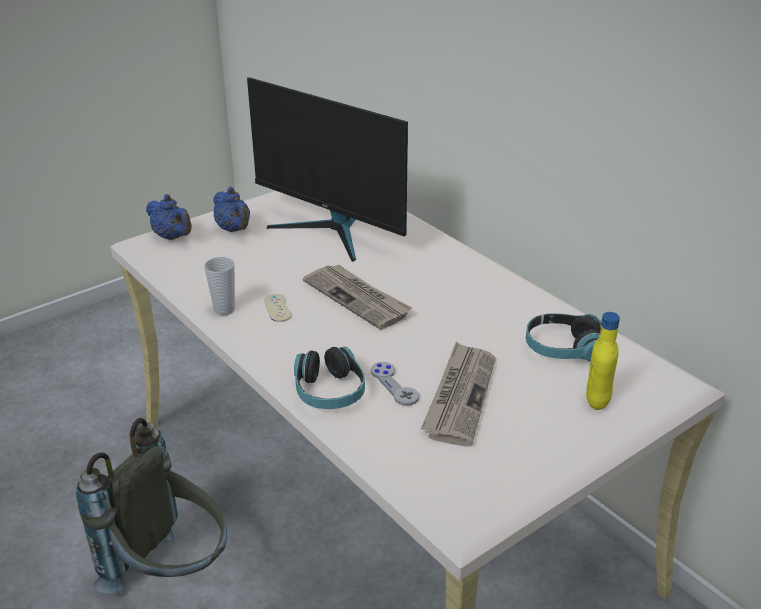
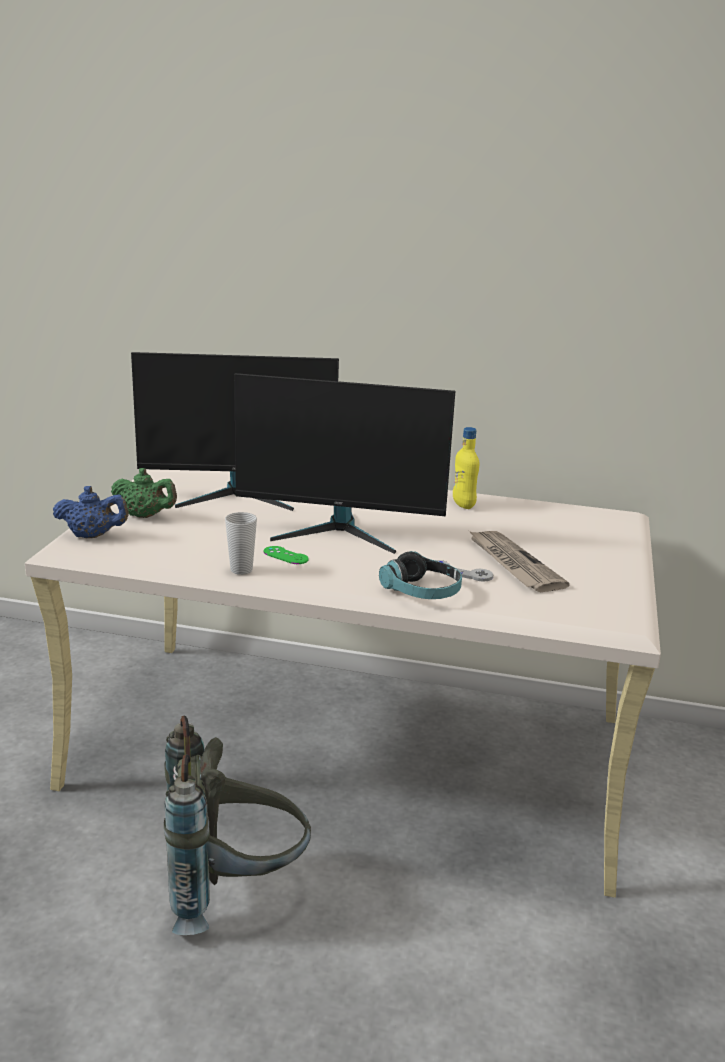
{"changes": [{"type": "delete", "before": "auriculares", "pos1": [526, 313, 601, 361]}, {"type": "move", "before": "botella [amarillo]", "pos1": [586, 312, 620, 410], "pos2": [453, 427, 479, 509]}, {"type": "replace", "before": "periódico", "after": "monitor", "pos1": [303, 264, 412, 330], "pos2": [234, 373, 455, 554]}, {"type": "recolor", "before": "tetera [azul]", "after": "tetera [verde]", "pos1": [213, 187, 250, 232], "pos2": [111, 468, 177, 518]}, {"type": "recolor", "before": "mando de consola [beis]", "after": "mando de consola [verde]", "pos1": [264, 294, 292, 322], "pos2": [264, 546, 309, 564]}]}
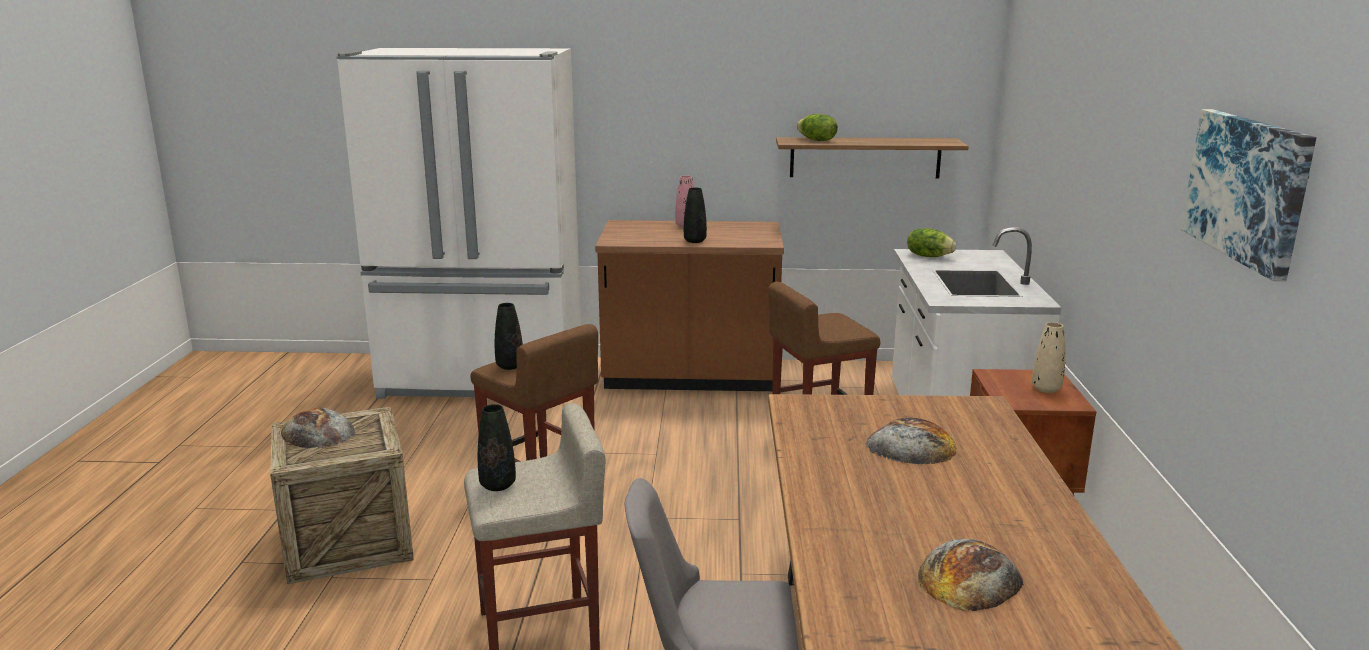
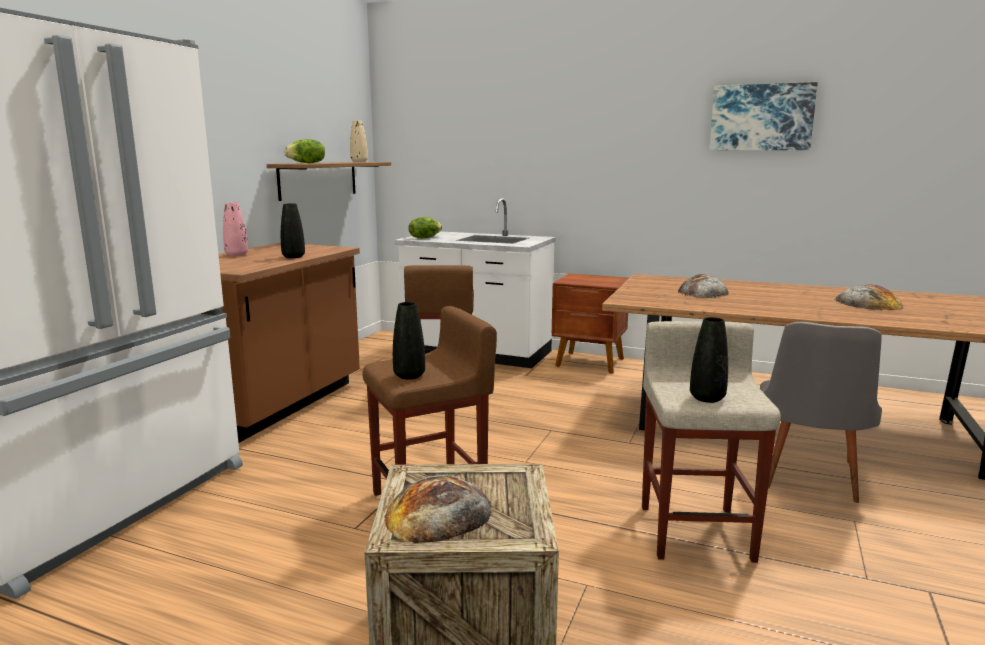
{"changes": [{"type": "move", "before": "florero [beis]", "pos1": [1032, 322, 1065, 393], "pos2": [350, 120, 368, 162]}]}
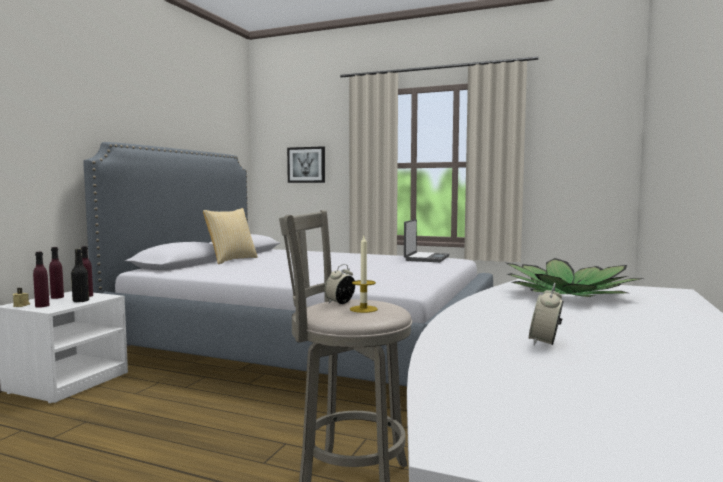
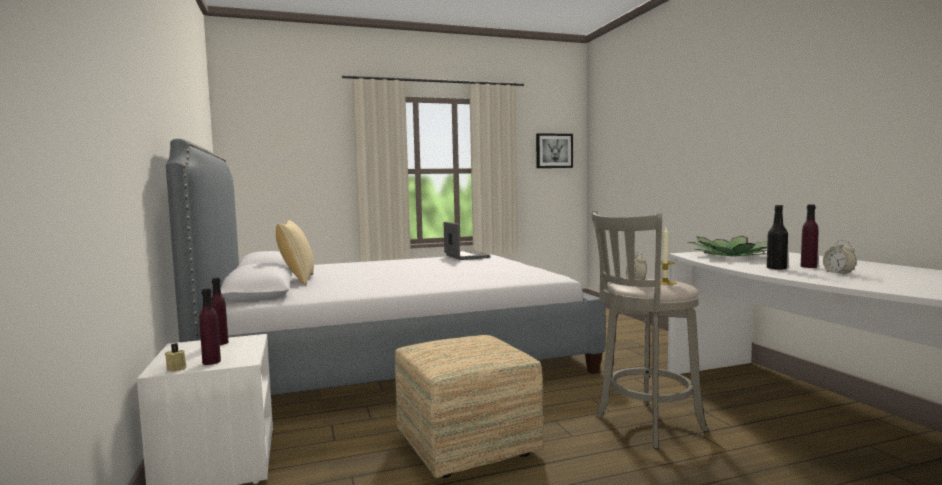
{"changes": [{"type": "insert", "after": "puf", "pos2": [395, 335, 543, 478]}, {"type": "move", "before": "botella [morado]", "pos1": [49, 247, 64, 299], "pos2": [800, 204, 818, 268]}, {"type": "move", "before": "botella [negro]", "pos1": [71, 249, 89, 302], "pos2": [767, 205, 788, 270]}, {"type": "move", "before": "cuadro", "pos1": [287, 146, 325, 183], "pos2": [536, 133, 573, 168]}]}
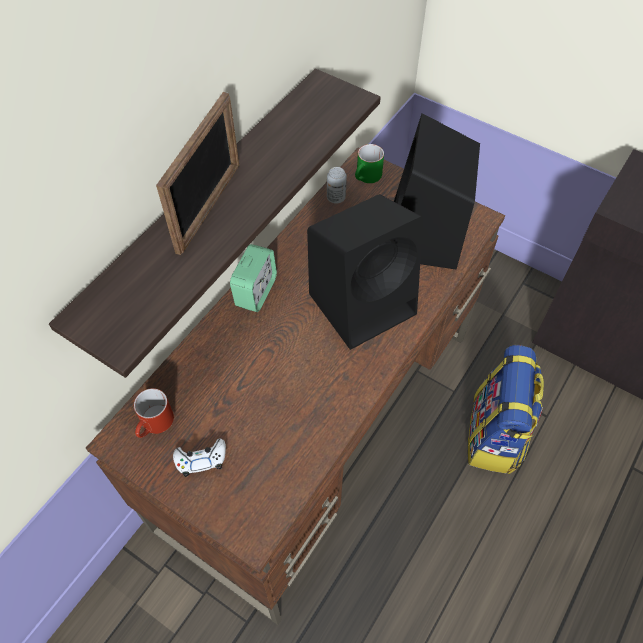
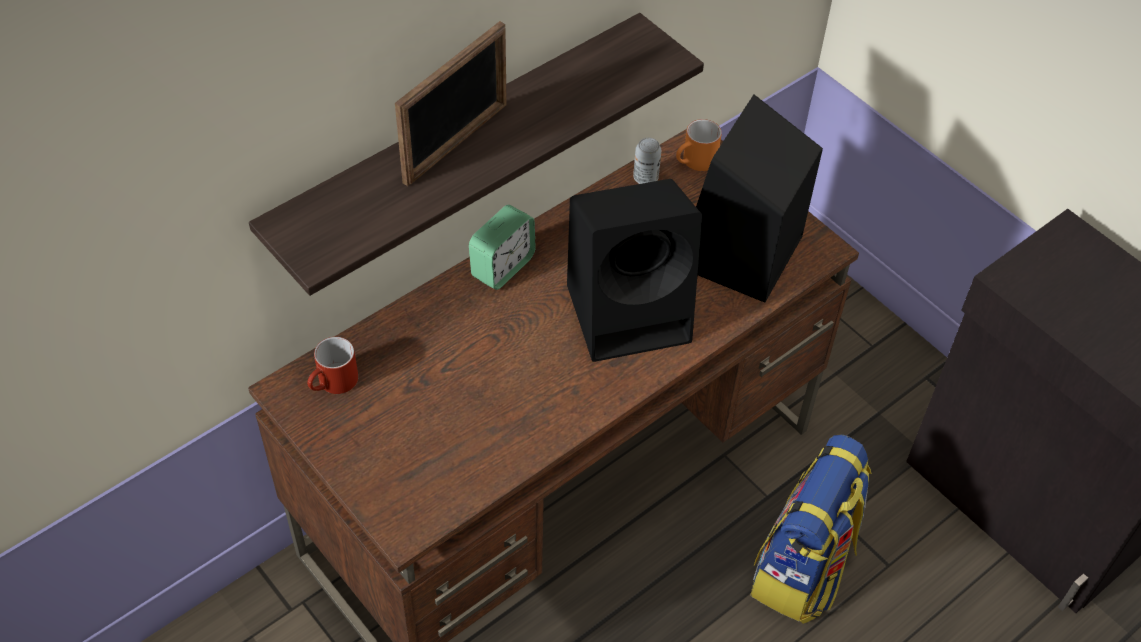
{"changes": [{"type": "delete", "before": "mando de consola [blanco]", "pos1": [173, 439, 226, 477]}, {"type": "recolor", "before": "taza grande [verde]", "after": "taza grande [naranja]", "pos1": [355, 144, 384, 183], "pos2": [676, 119, 722, 171]}]}
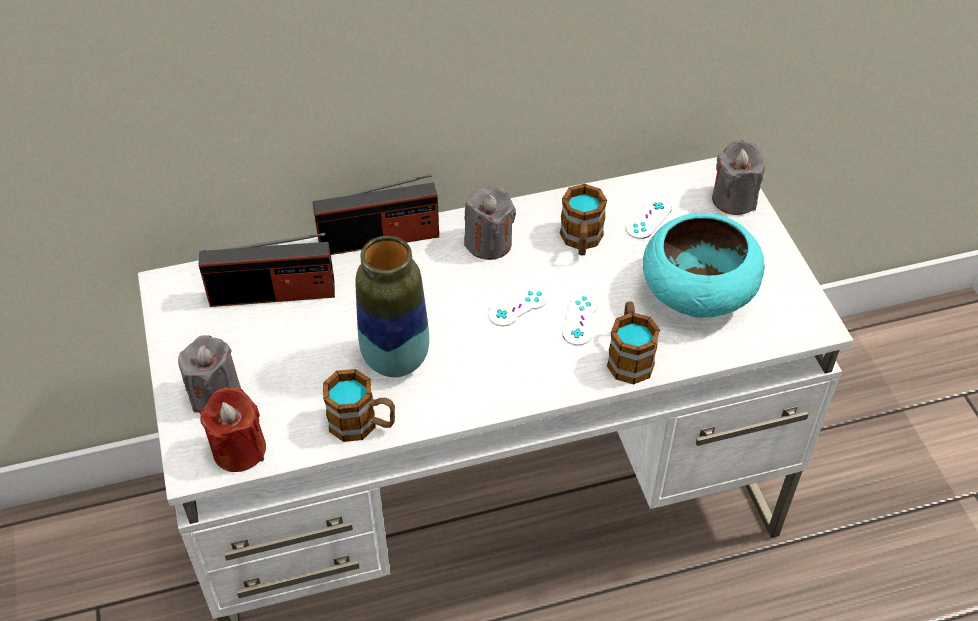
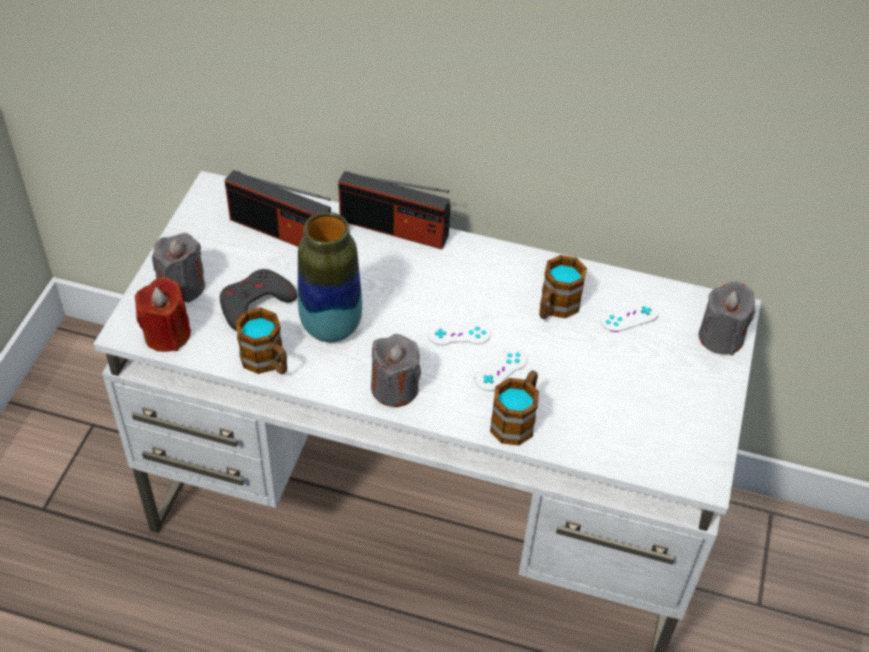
{"changes": [{"type": "delete", "before": "cuenco [turquesa]", "pos1": [643, 213, 765, 318]}, {"type": "insert", "after": "mando de consola [gris]", "pos2": [220, 269, 297, 331]}, {"type": "move", "before": "vela [gris]", "pos1": [464, 187, 516, 260], "pos2": [371, 334, 421, 407]}]}
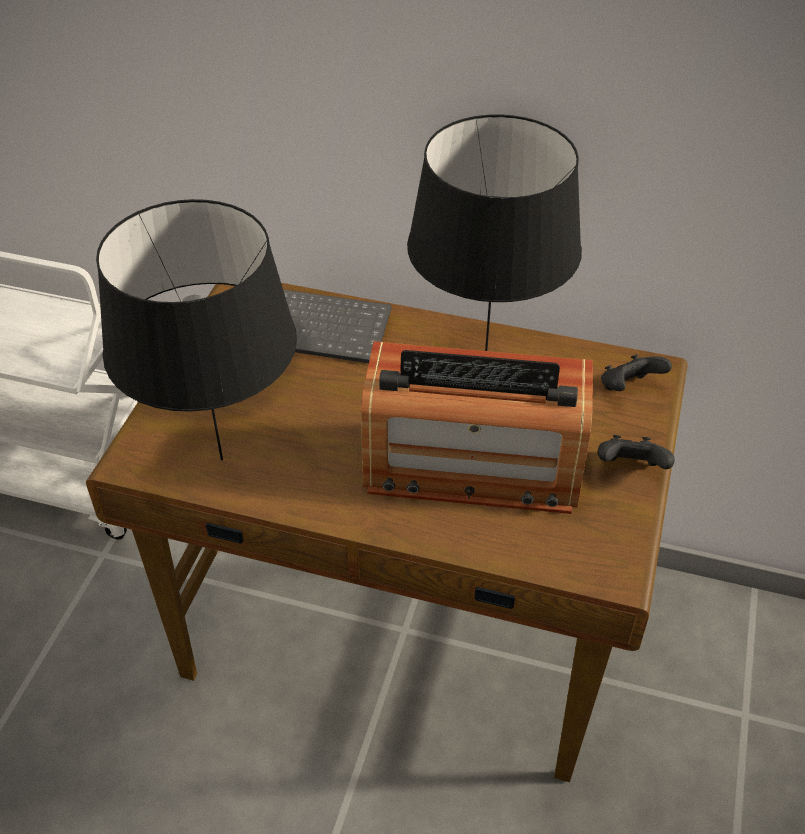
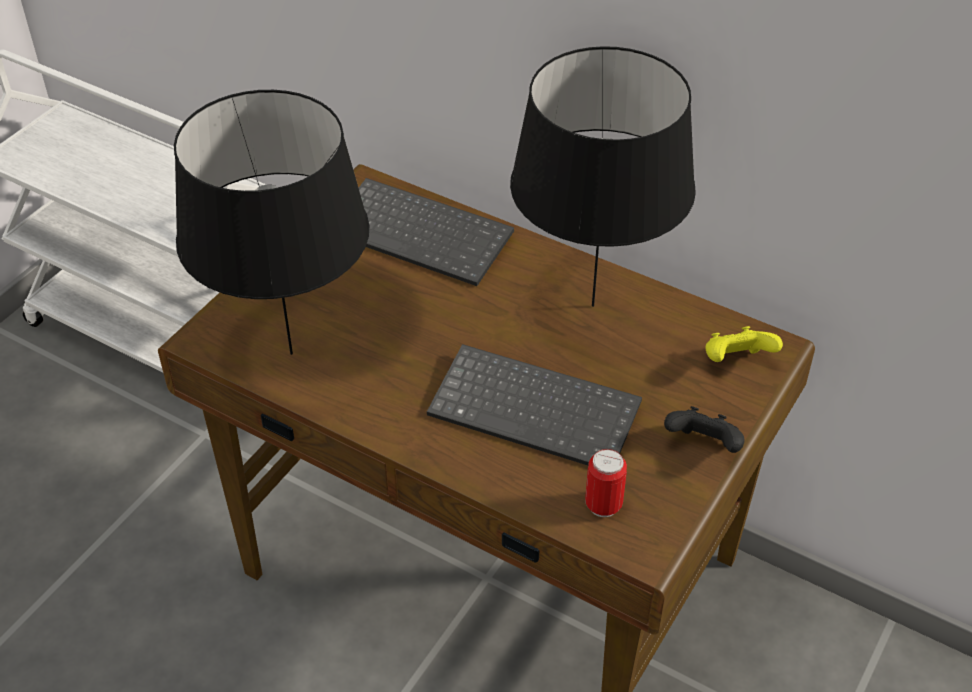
{"changes": [{"type": "insert", "after": "lata", "pos2": [585, 449, 627, 517]}, {"type": "replace", "before": "radio", "after": "teclado", "pos1": [361, 341, 593, 514], "pos2": [427, 344, 642, 465]}, {"type": "recolor", "before": "mando de consola [negro]", "after": "mando de consola [amarillo]", "pos1": [601, 354, 672, 391], "pos2": [706, 326, 783, 362]}]}
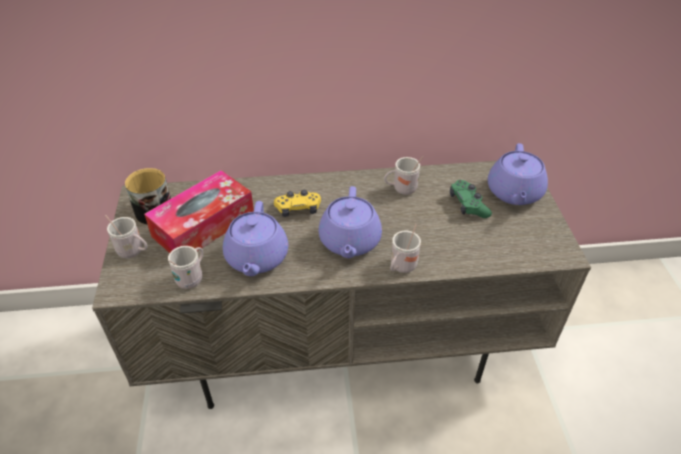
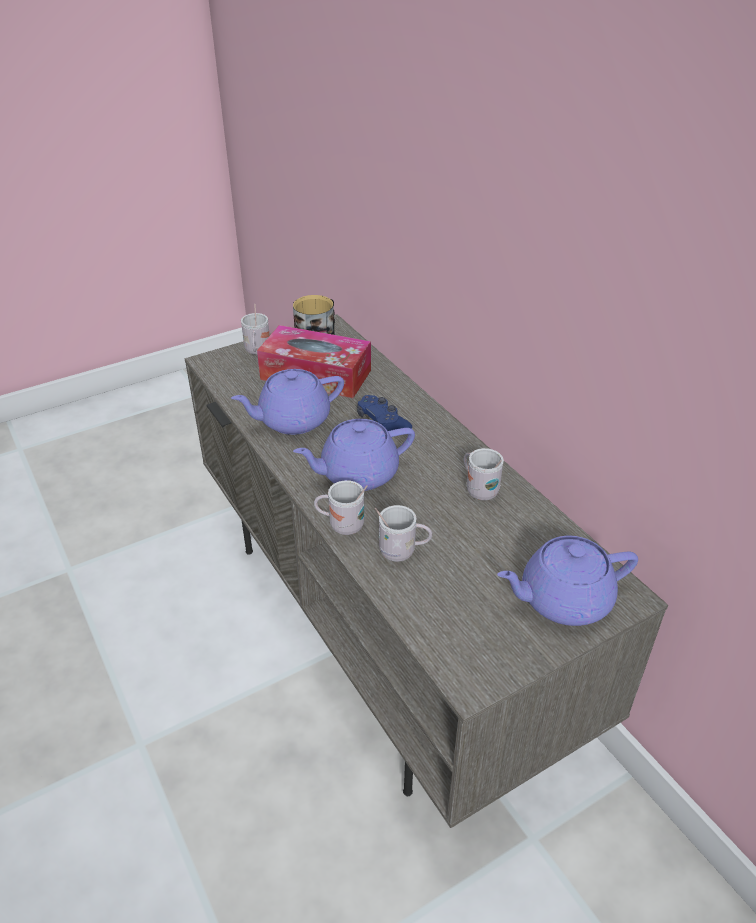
{"changes": [{"type": "delete", "before": "mando de consola [verde]", "pos1": [450, 180, 492, 218]}, {"type": "move", "before": "taza grande [blanco]", "pos1": [168, 246, 203, 289], "pos2": [375, 505, 432, 562]}, {"type": "recolor", "before": "mando de consola [amarillo]", "after": "mando de consola [azul]", "pos1": [274, 190, 321, 217], "pos2": [357, 395, 412, 431]}]}
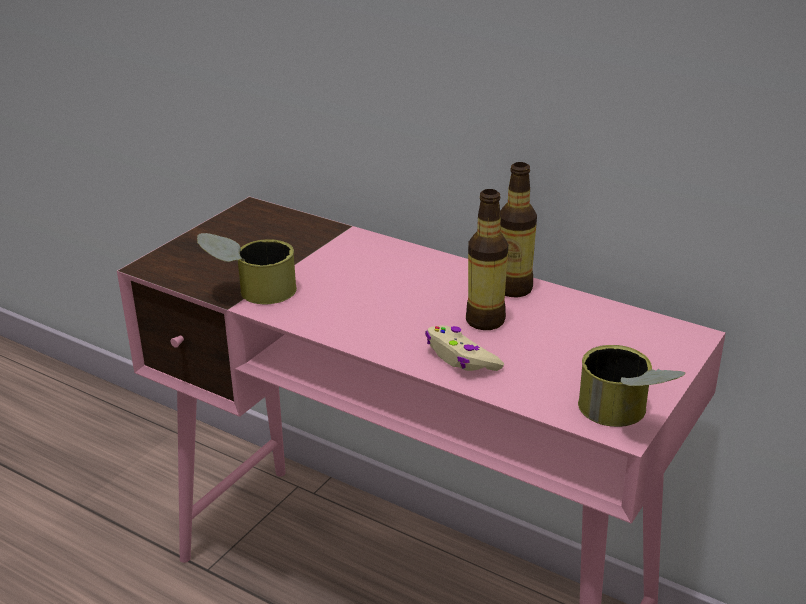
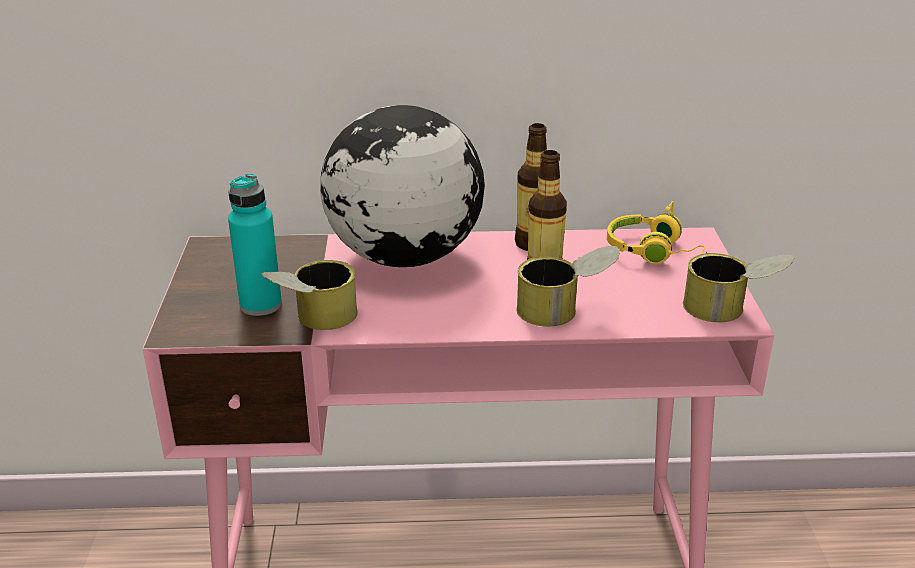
{"changes": [{"type": "insert", "after": "botella [turquesa]", "pos2": [228, 174, 282, 316]}, {"type": "insert", "after": "globo terráqueo", "pos2": [320, 105, 485, 267]}, {"type": "insert", "after": "auriculares [amarillo]", "pos2": [607, 201, 707, 264]}, {"type": "replace", "before": "mando de consola [beis]", "after": "lata", "pos1": [425, 325, 504, 371], "pos2": [516, 246, 620, 327]}]}
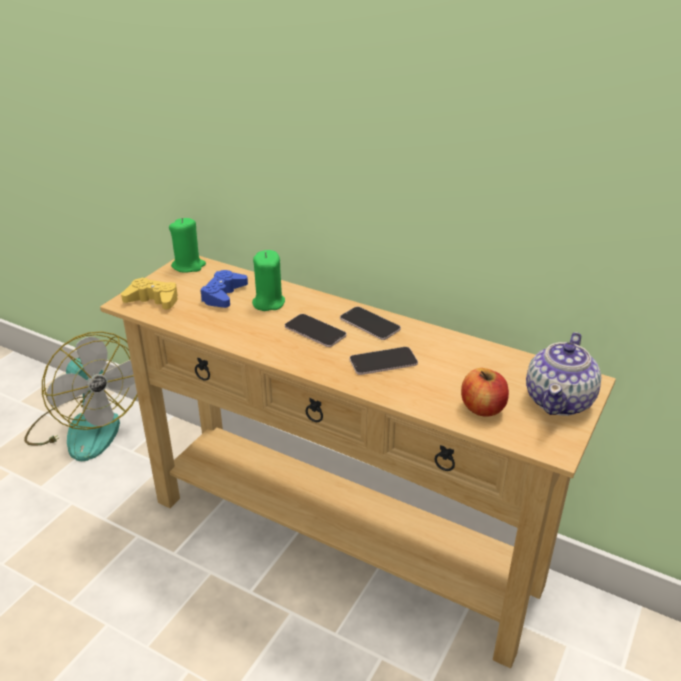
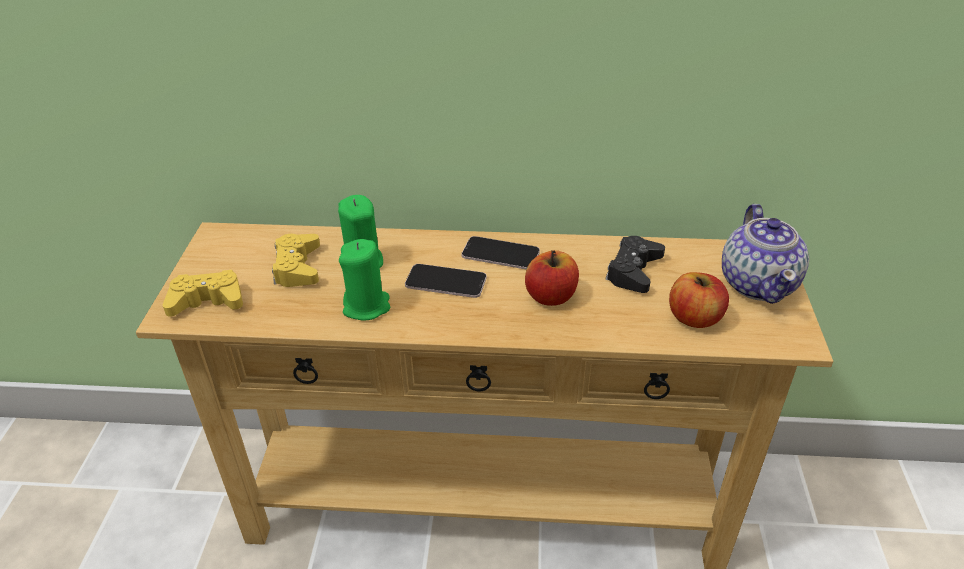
{"changes": [{"type": "delete", "before": "ventilador", "pos1": [24, 331, 138, 461]}, {"type": "insert", "after": "mando de consola [negro]", "pos2": [605, 236, 665, 293]}, {"type": "move", "before": "vela [verde]", "pos1": [169, 218, 206, 273], "pos2": [339, 239, 390, 321]}, {"type": "replace", "before": "móvil", "after": "manzana", "pos1": [349, 347, 418, 375], "pos2": [525, 250, 579, 306]}, {"type": "recolor", "before": "mando de consola [azul]", "after": "mando de consola [amarillo]", "pos1": [201, 270, 248, 308], "pos2": [272, 234, 320, 287]}]}
